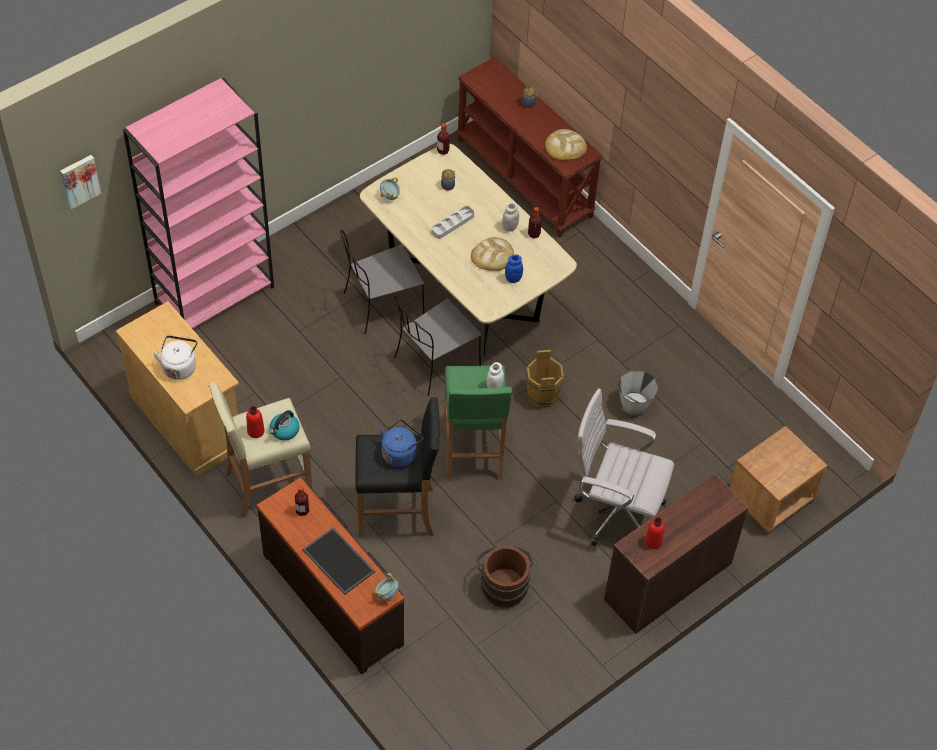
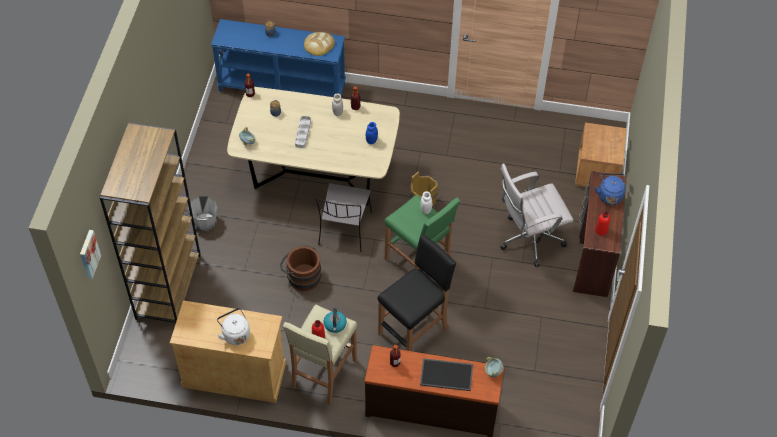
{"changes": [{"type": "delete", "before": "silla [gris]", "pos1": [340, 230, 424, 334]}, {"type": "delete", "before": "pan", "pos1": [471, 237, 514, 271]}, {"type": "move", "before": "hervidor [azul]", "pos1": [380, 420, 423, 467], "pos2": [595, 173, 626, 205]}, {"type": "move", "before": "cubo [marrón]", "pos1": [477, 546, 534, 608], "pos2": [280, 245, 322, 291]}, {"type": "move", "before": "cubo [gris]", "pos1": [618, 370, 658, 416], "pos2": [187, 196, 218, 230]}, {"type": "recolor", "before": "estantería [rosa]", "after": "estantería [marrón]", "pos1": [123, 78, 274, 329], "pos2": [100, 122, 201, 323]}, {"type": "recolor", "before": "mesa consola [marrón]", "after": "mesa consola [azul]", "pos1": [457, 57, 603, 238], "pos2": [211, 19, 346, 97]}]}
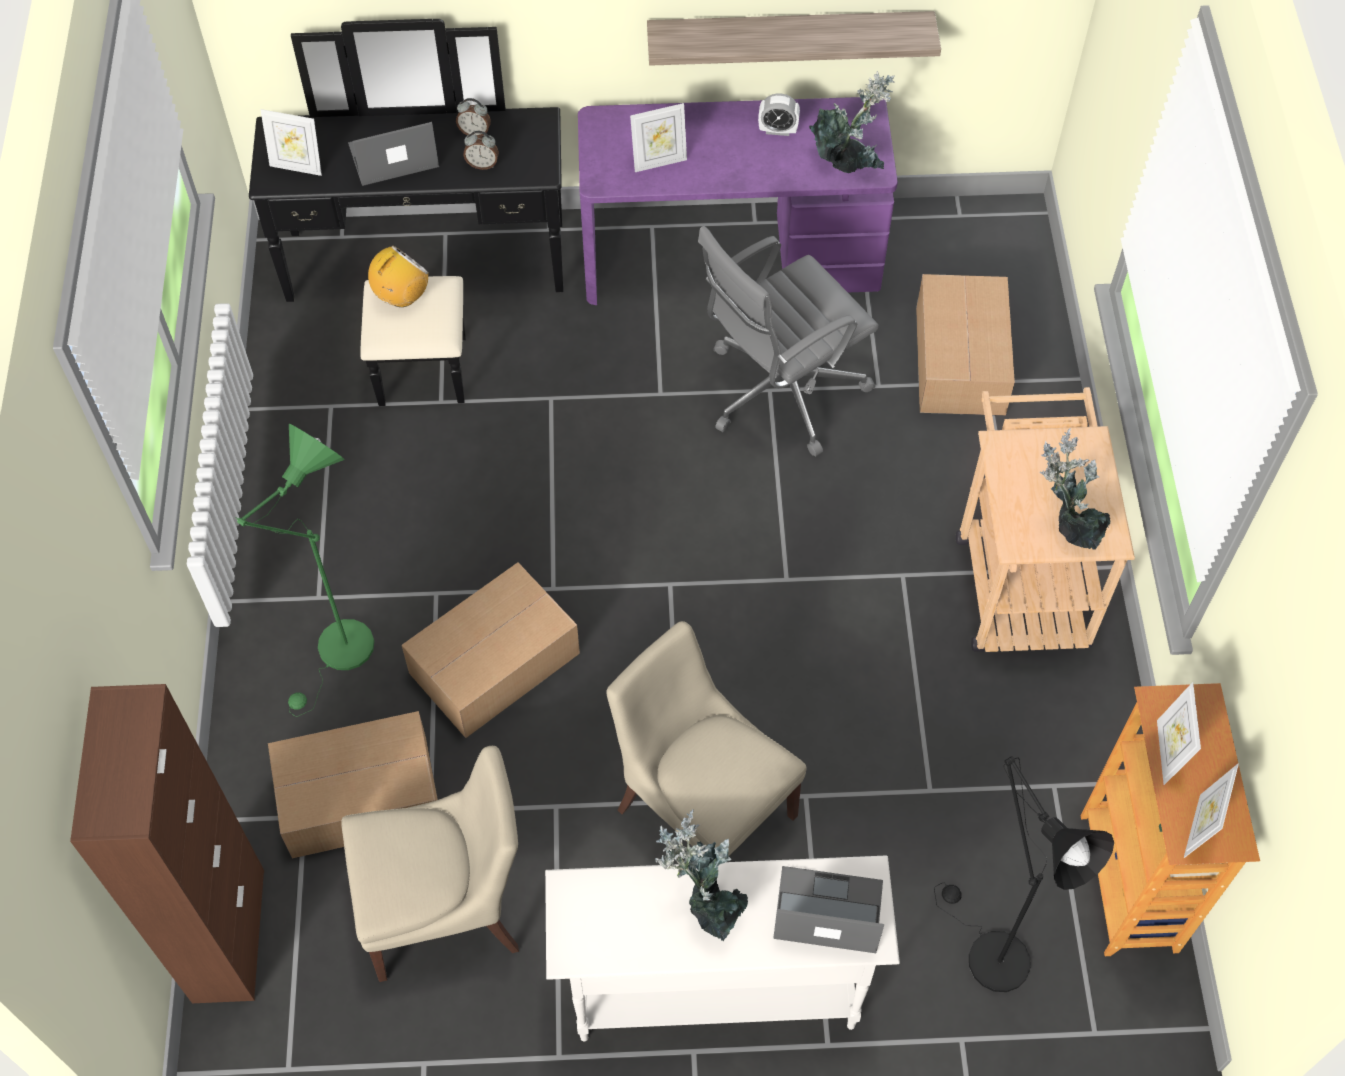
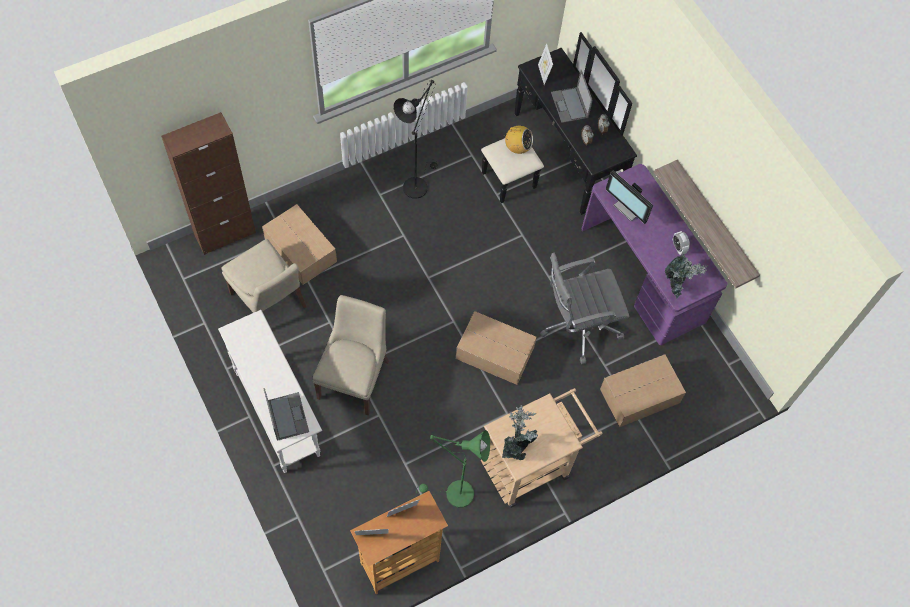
{"changes": [{"type": "delete", "before": "planta en maceta", "pos1": [655, 809, 748, 941]}, {"type": "move", "before": "lámpara de pie [verde]", "pos1": [236, 424, 374, 717], "pos2": [416, 430, 490, 508]}, {"type": "move", "before": "caja de cartón", "pos1": [402, 562, 580, 738], "pos2": [456, 311, 537, 385]}, {"type": "move", "before": "lámpara de pie [negro]", "pos1": [934, 756, 1114, 992], "pos2": [394, 80, 438, 199]}, {"type": "replace", "before": "portarretratos", "after": "monitor", "pos1": [630, 103, 687, 172], "pos2": [606, 170, 653, 224]}, {"type": "rotate", "before": "portátil", "pos1": [348, 122, 439, 186], "pos2": [551, 70, 593, 123], "turn": -150}, {"type": "rotate", "before": "silla de oficina [gris]", "pos1": [698, 226, 879, 457], "pos2": [540, 253, 629, 364], "turn": -45}]}
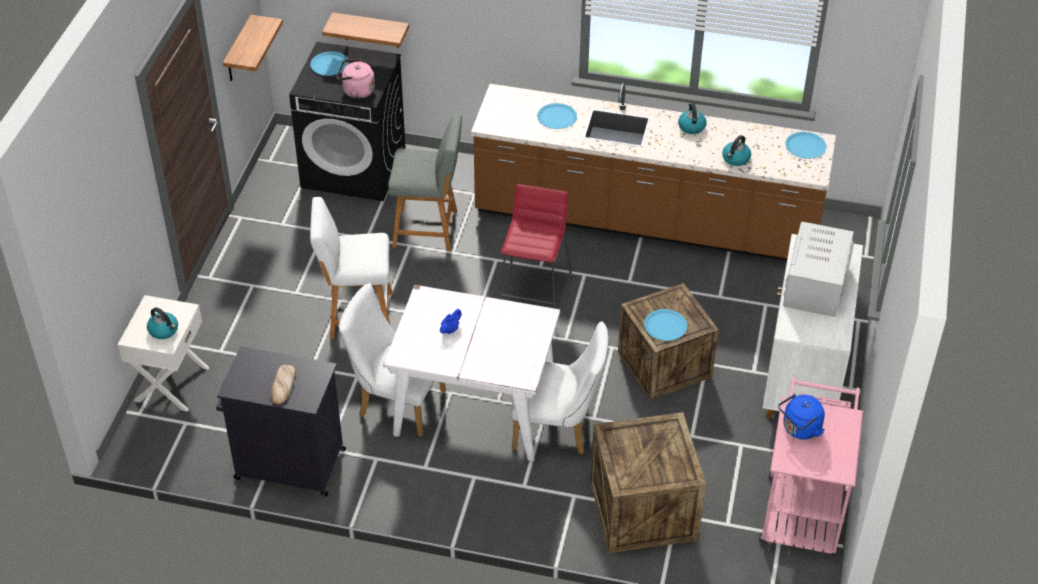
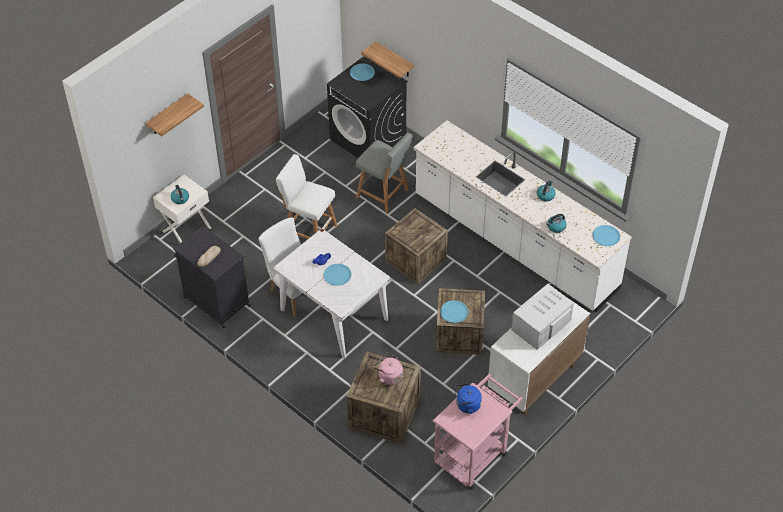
{"changes": [{"type": "delete", "before": "silla [blanco]", "pos1": [511, 321, 609, 454]}, {"type": "move", "before": "estante", "pos1": [223, 15, 283, 81], "pos2": [146, 93, 204, 136]}, {"type": "move", "before": "hervidor [rosa]", "pos1": [337, 59, 375, 99], "pos2": [374, 353, 403, 385]}, {"type": "move", "before": "plato [azul]", "pos1": [537, 103, 577, 129], "pos2": [324, 264, 351, 286]}, {"type": "replace", "before": "taburete [rojo]", "after": "caja de embalaje", "pos1": [498, 184, 572, 310], "pos2": [385, 208, 448, 284]}, {"type": "recolor", "before": "mueble bajo de cocina [marrón]", "after": "mueble bajo de cocina [blanco]", "pos1": [471, 82, 836, 261], "pos2": [413, 120, 632, 312]}]}
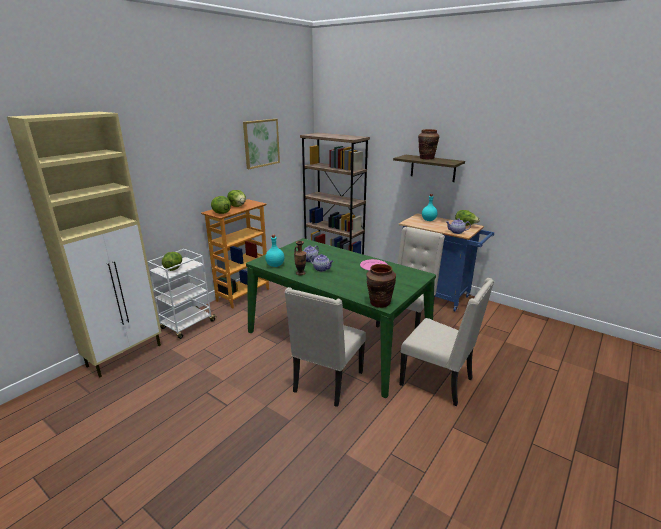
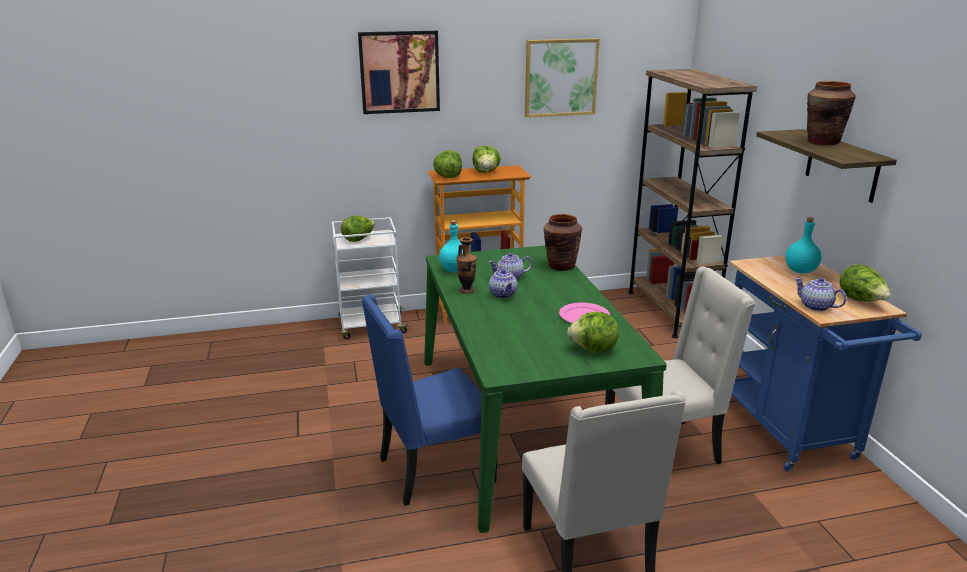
{"changes": [{"type": "delete", "before": "armario [beis]", "pos1": [7, 112, 161, 377]}, {"type": "insert", "after": "cuadro", "pos2": [358, 31, 440, 114]}, {"type": "insert", "after": "lechuga", "pos2": [567, 312, 619, 353]}, {"type": "move", "before": "florero [marrón]", "pos1": [366, 264, 396, 308], "pos2": [544, 214, 582, 271]}, {"type": "recolor", "before": "silla [beis]", "after": "silla [azul]", "pos1": [285, 287, 366, 407], "pos2": [362, 294, 498, 506]}]}
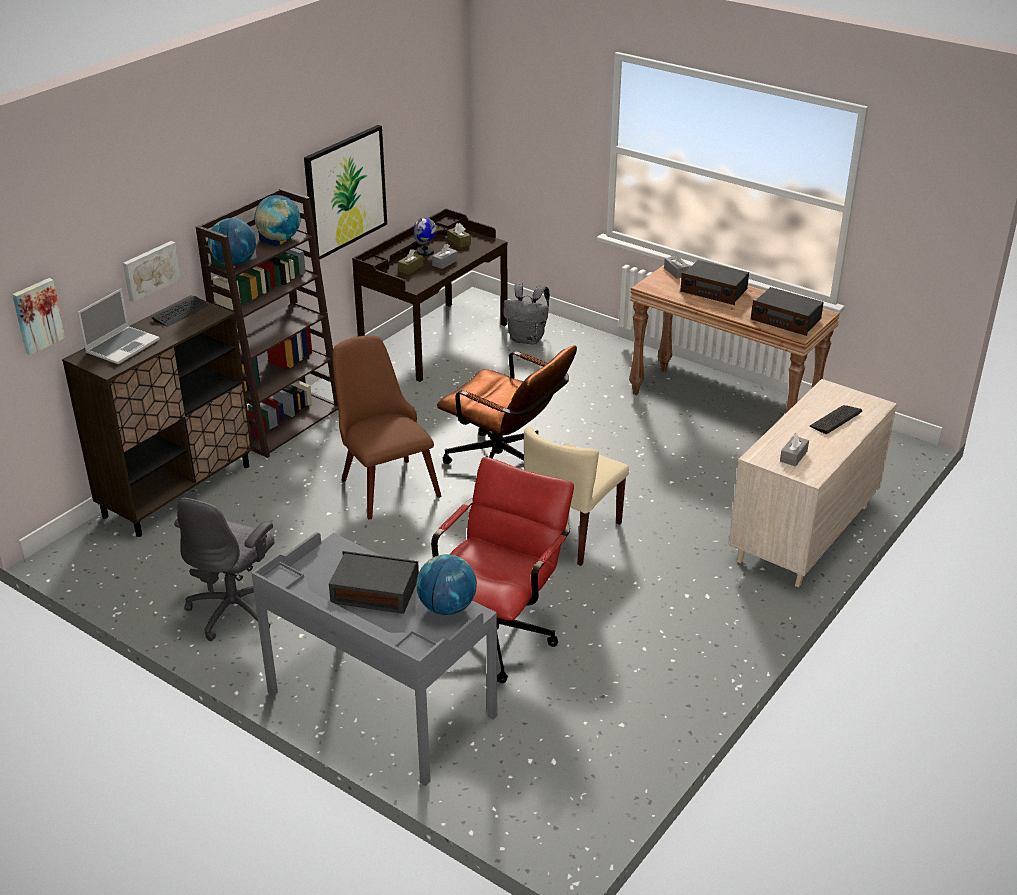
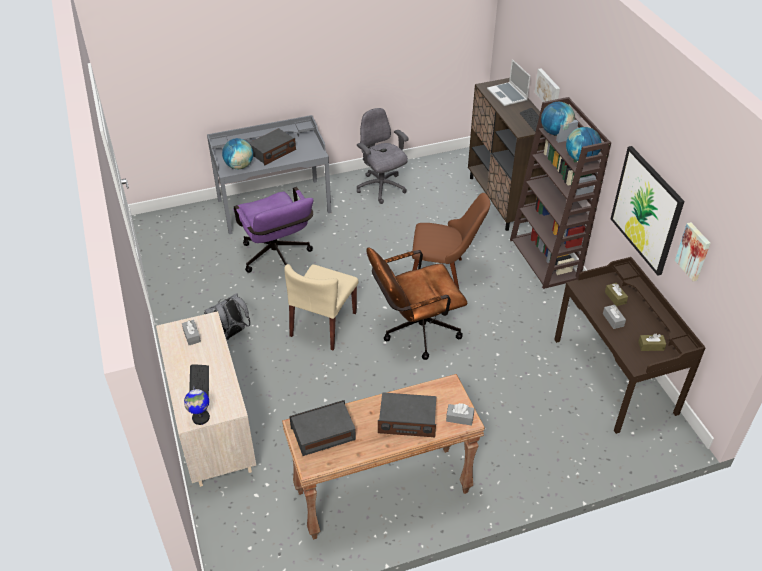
{"changes": [{"type": "move", "before": "cuadro", "pos1": [12, 278, 66, 355], "pos2": [675, 222, 710, 281]}, {"type": "move", "before": "globo terráqueo", "pos1": [413, 218, 437, 256], "pos2": [184, 386, 210, 425]}, {"type": "move", "before": "mochila [gris]", "pos1": [503, 283, 550, 344], "pos2": [204, 293, 250, 340]}, {"type": "recolor", "before": "silla de oficina [rojo]", "after": "silla de oficina [morado]", "pos1": [431, 457, 574, 683], "pos2": [233, 187, 314, 273]}, {"type": "rotate", "before": "silla [beis]", "pos1": [524, 426, 629, 566], "pos2": [284, 264, 358, 350], "turn": -135}, {"type": "rotate", "before": "radio", "pos1": [680, 260, 749, 305], "pos2": [378, 392, 436, 437], "turn": -150}]}
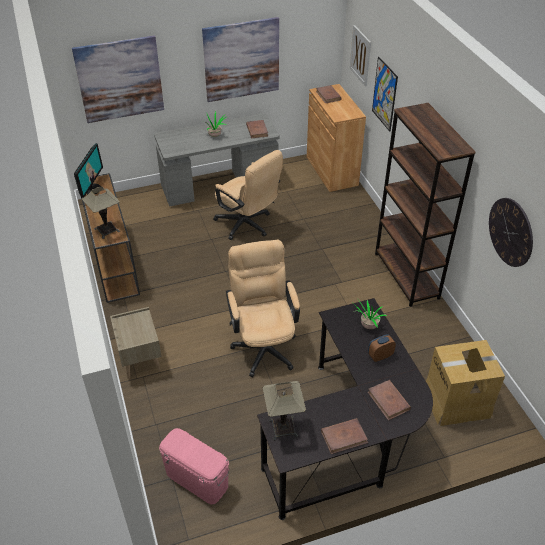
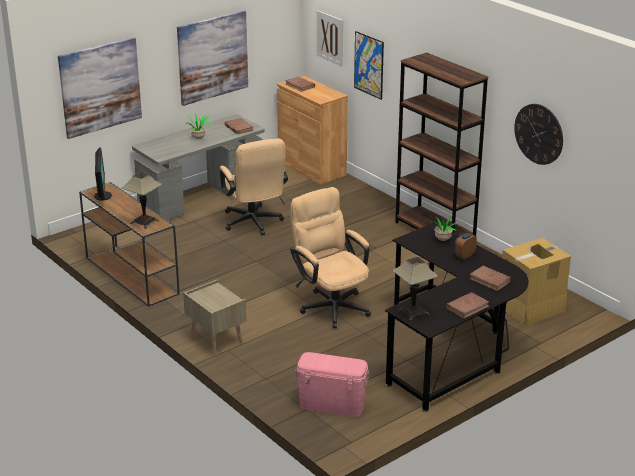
{"changes": [{"type": "rotate", "before": "silla de oficina [beis]", "pos1": [213, 150, 283, 240], "pos2": [220, 138, 288, 235], "turn": 45}]}
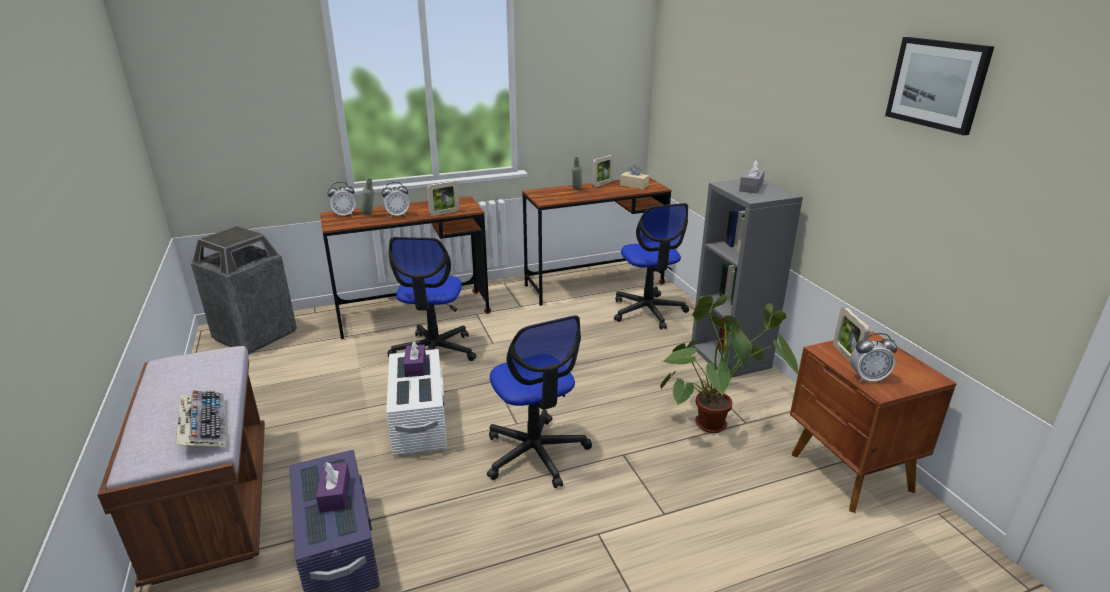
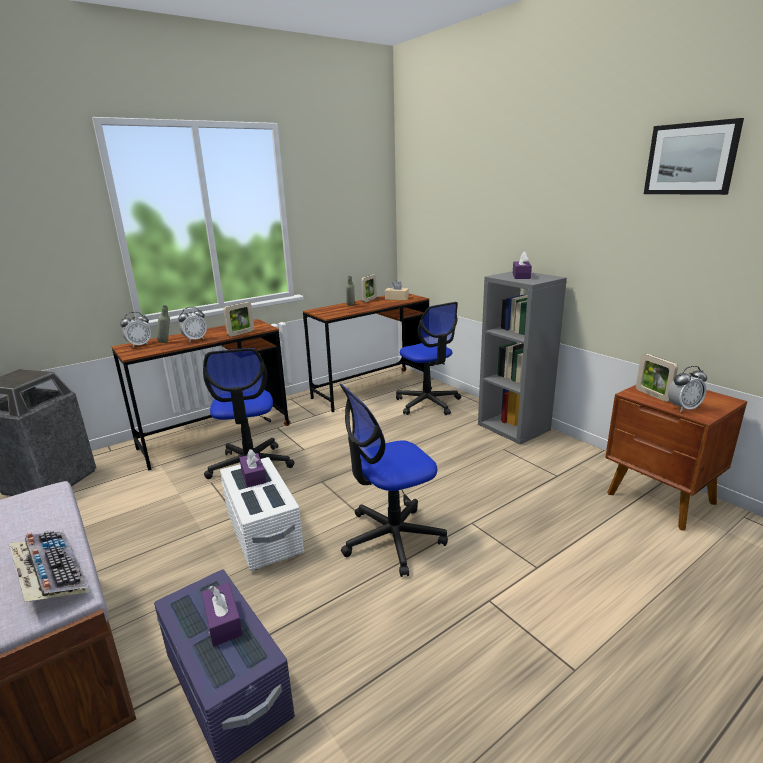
{"changes": [{"type": "delete", "before": "planta en maceta", "pos1": [660, 295, 799, 433]}, {"type": "recolor", "before": "caja de pañuelos [gris]", "after": "caja de pañuelos [morado]", "pos1": [739, 160, 765, 194], "pos2": [513, 251, 532, 279]}, {"type": "rotate", "before": "silla de oficina", "pos1": [487, 315, 592, 488], "pos2": [340, 384, 448, 577], "turn": 105}]}
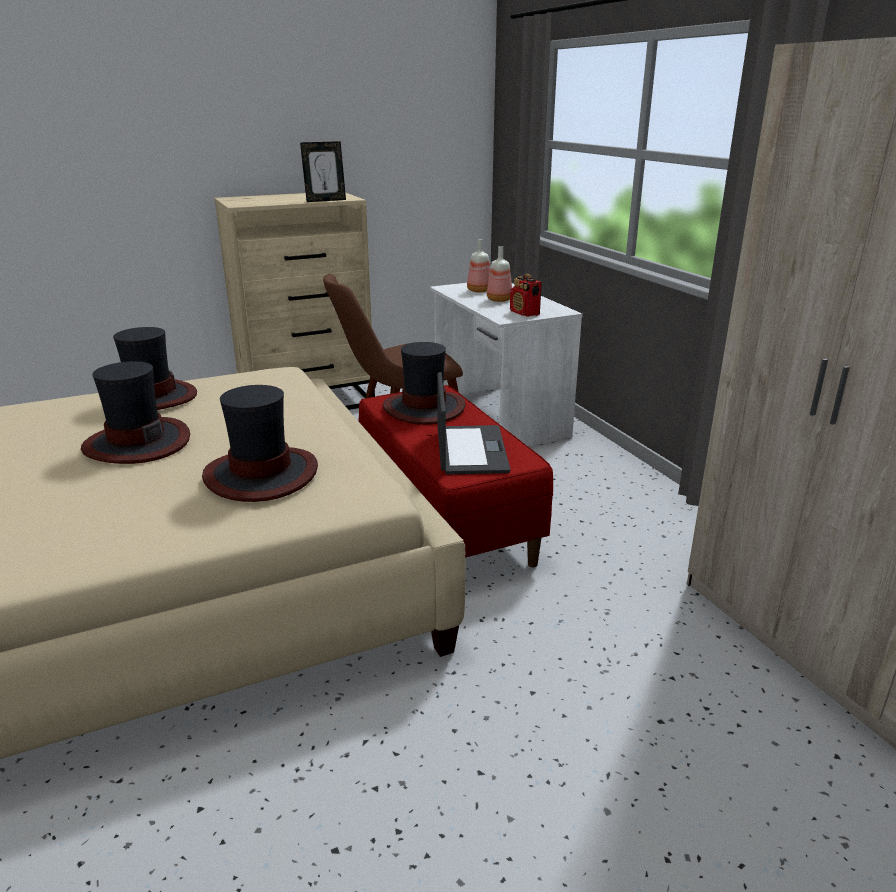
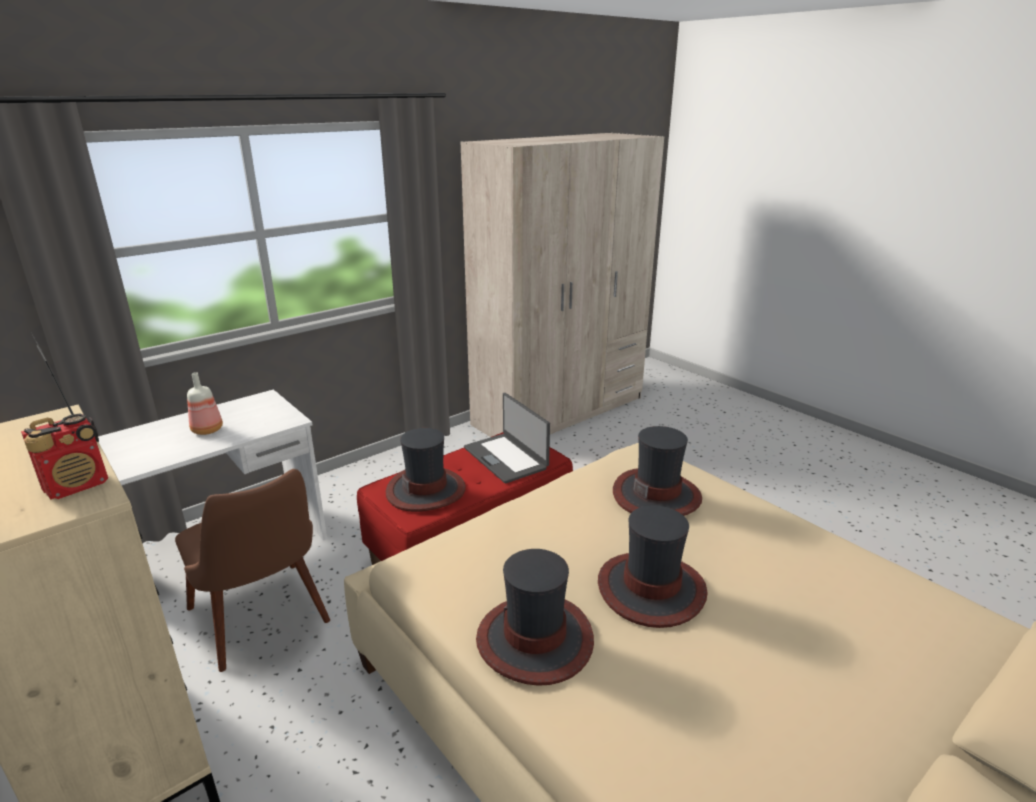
{"changes": [{"type": "delete", "before": "botella", "pos1": [467, 239, 490, 292]}, {"type": "move", "before": "radio", "pos1": [510, 274, 542, 317], "pos2": [21, 414, 108, 500]}, {"type": "rotate", "before": "portátil", "pos1": [437, 372, 511, 474], "pos2": [464, 393, 550, 483], "turn": -105}]}
